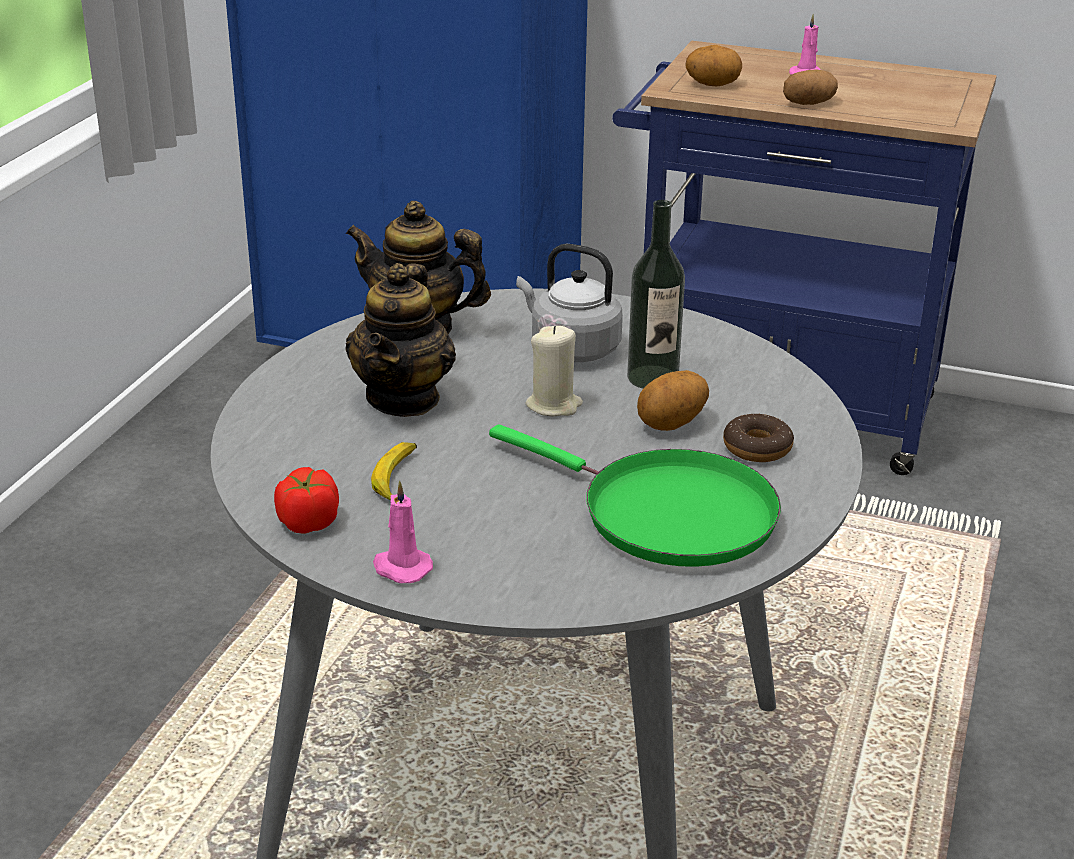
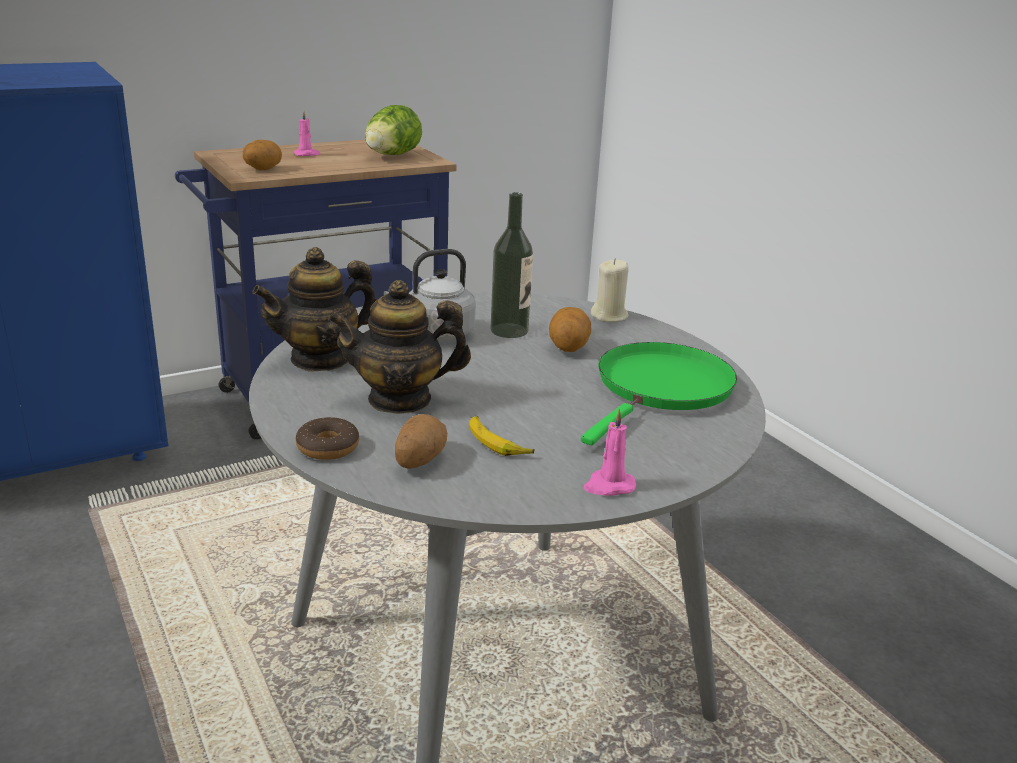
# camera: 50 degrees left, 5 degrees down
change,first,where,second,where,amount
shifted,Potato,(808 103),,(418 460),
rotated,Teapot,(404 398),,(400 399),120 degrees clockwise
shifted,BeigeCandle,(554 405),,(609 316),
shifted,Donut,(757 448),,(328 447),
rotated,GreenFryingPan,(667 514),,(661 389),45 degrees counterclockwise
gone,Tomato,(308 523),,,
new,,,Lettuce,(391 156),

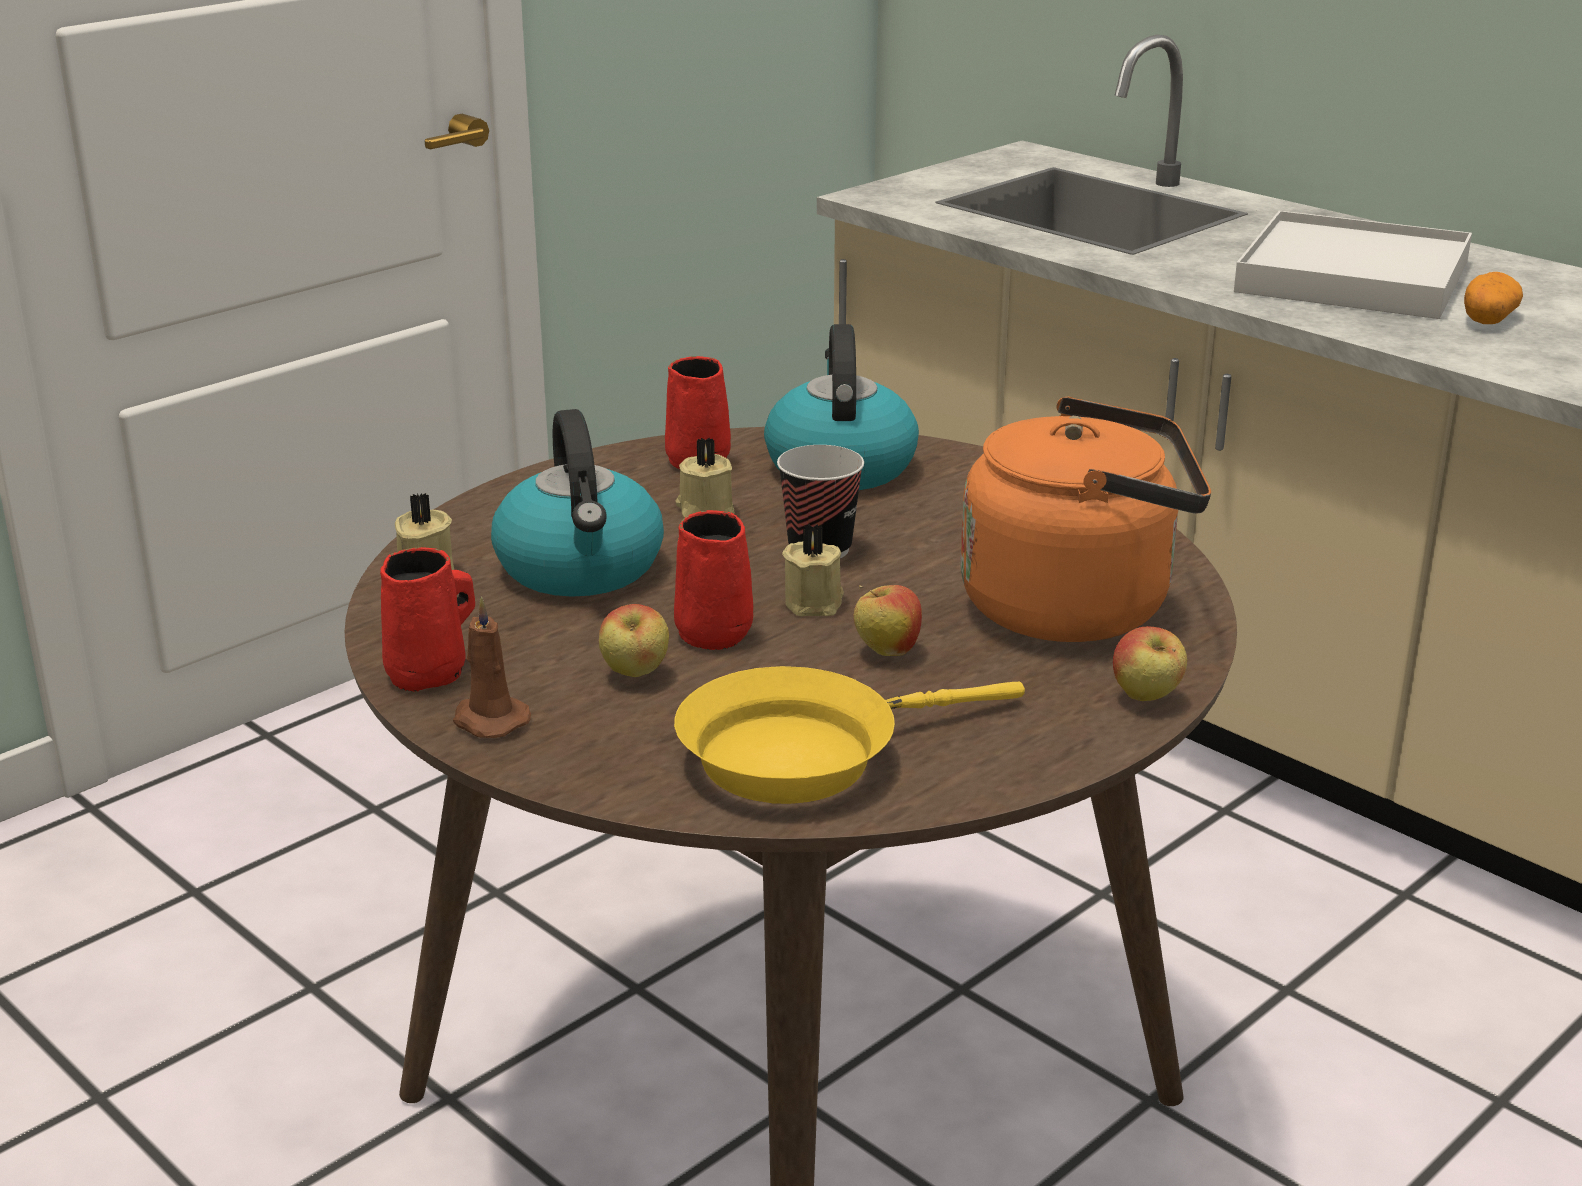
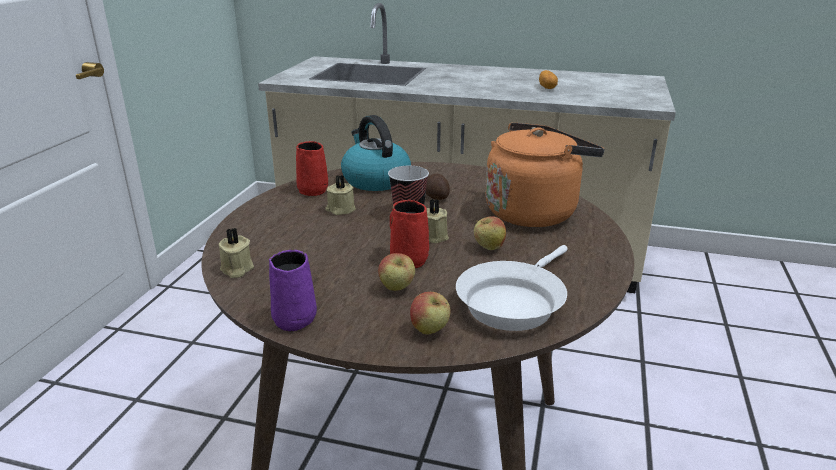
# camera: 30 degrees left, 0 degrees up
change,first,where,second,where,amount
gone,WhiteTray,(1352 276),,,
gone,Kettle,(581 568),,,
repainted,RedMug,(430 673),PurpleMug,(296 318),
gone,BrownCandle,(488 720),,,
shifted,Apple,(1146 698),,(430 331),
repainted,YellowFryingPan,(804 754),WhiteFryingPan,(513 302),
new,,,Potato,(435 196),

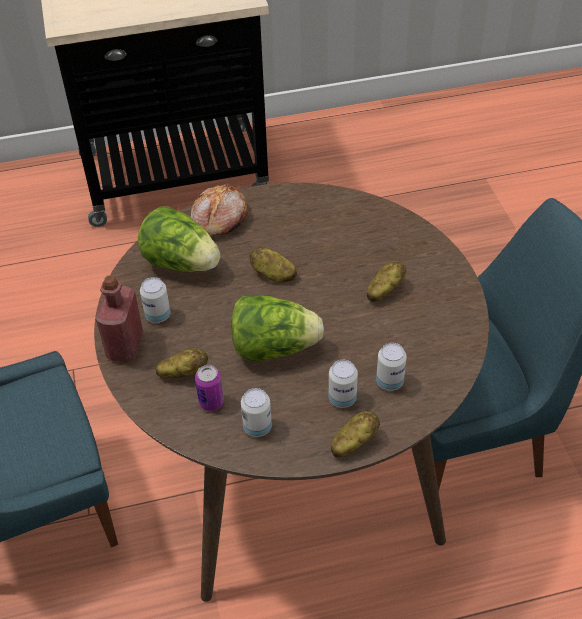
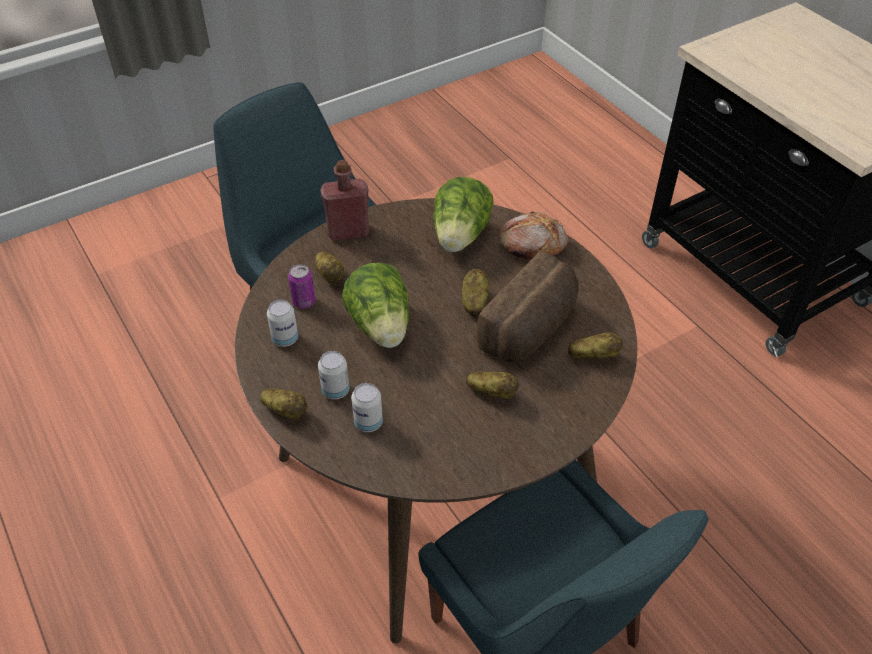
# camera: 70 degrees right, 0 degrees up
change,first,where,second,where,amount
gone,Can,(158 315),,,
new,,,Bread,(531 329),
new,,,Potato,(593 355),

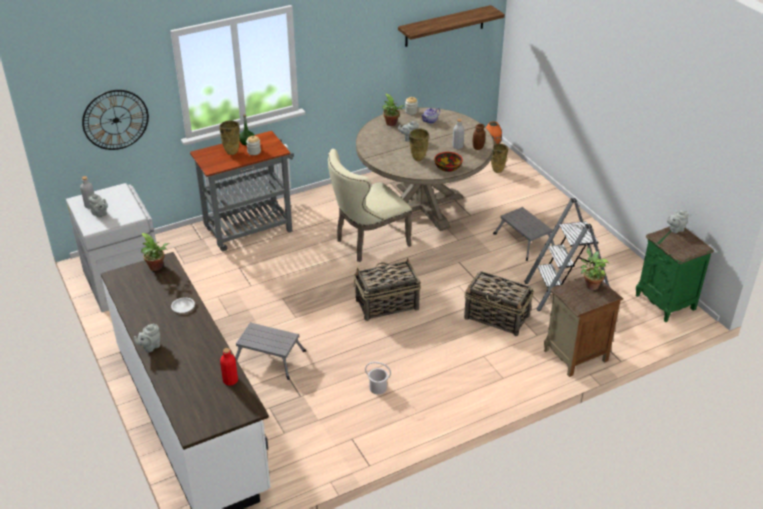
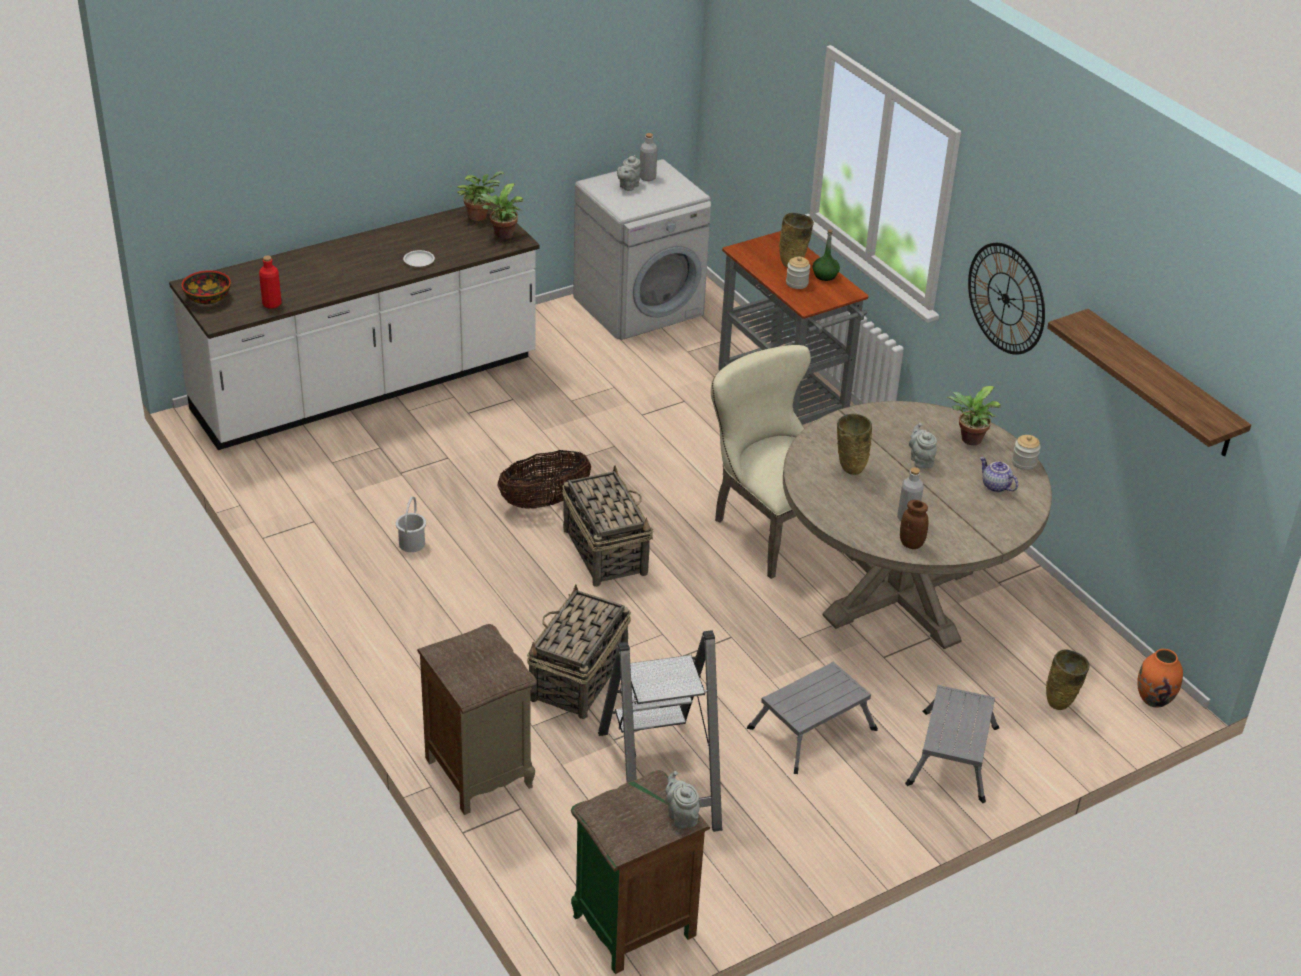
# camera: 85 degrees right, 0 degrees up
change,first,where,second,where,amount
shifted,WallClock,(115 120),,(1006 298),
shifted,Bowl,(448 168),,(207 298),
shifted,PottedPlant,(590 285),,(479 215),
shifted,GreyStepLadder,(269 358),,(953 756),
gone,GreyTeapot,(150 347),,,
new,,,Basket,(544 501),

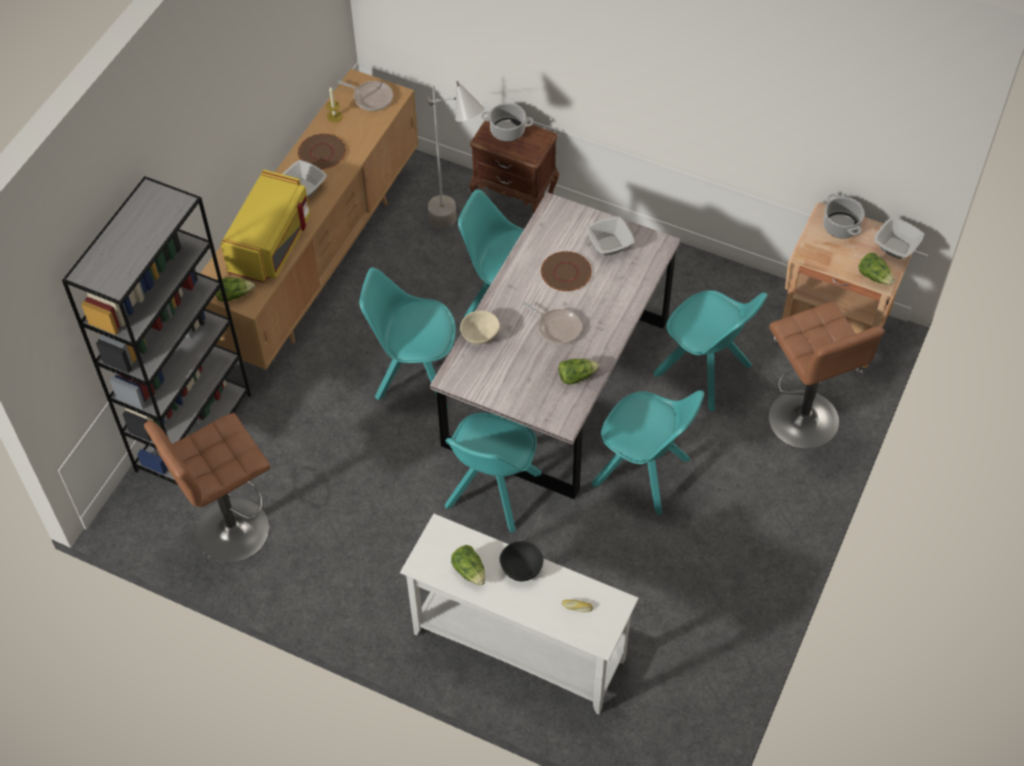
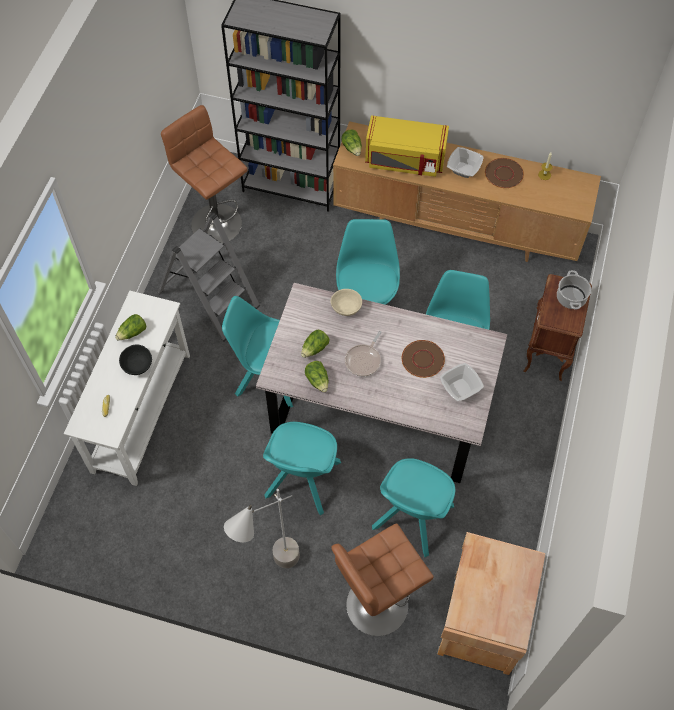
# camera: 80 degrees right, 5 degrees up
change,first,where,second,where,amount
gone,FryingPan,(371 98),,,
shifted,GreyFloorLamp,(458 231),,(271 572),
gone,CookingPot,(840 226),,,
gone,Bowl,(895 247),,,
shifted,Lettuce,(874 276),,(315 348),
new,,,GreyStepLadder,(207 298),

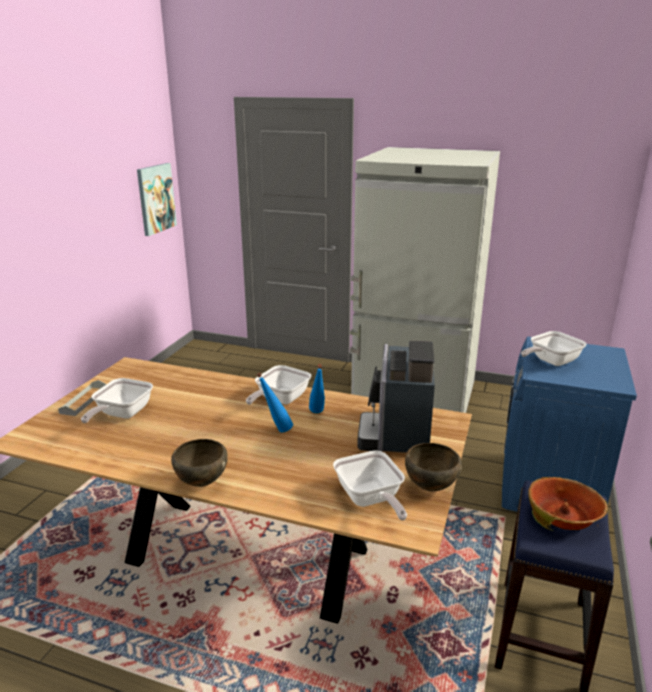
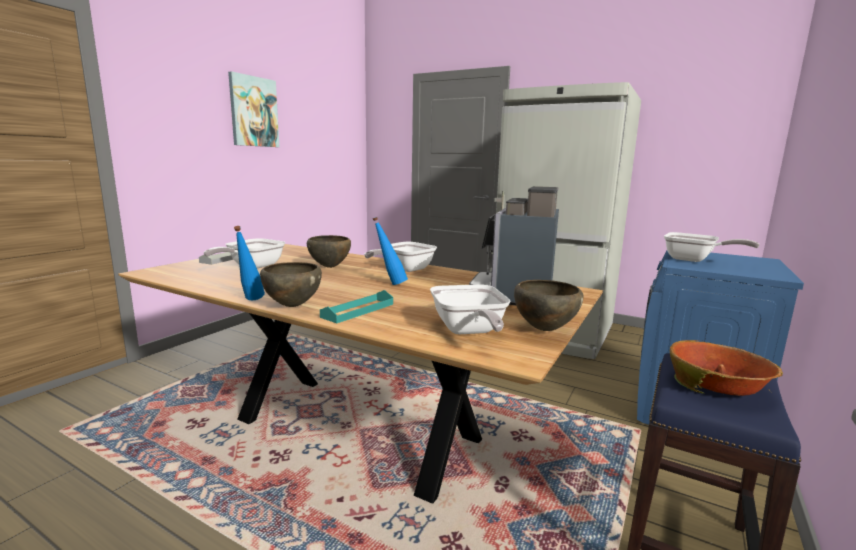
# camera: 10 degrees right, 10 degrees down
change,first,where,second,where,amount
shifted,Picture,(156 198),,(253 112),
rotated,FryingPan,(550 362),,(694 260),120 degrees counterclockwise
shifted,BlueBottle,(317 414),,(250 301),
new,,,BrownBowl,(330 267),
new,,,TurquoiseTray,(358 310),

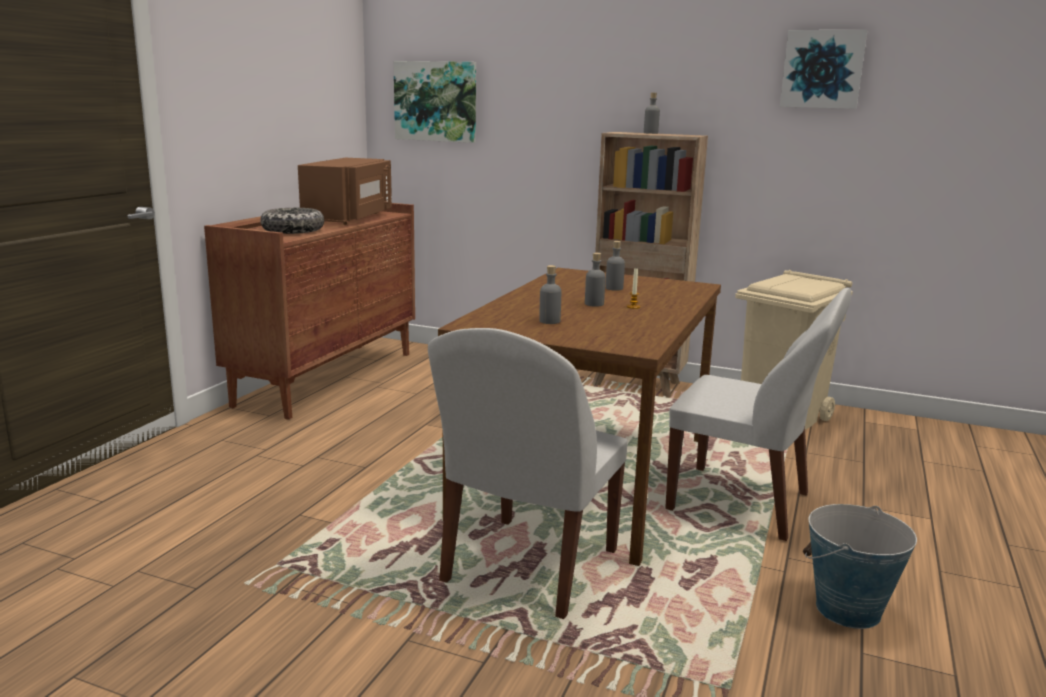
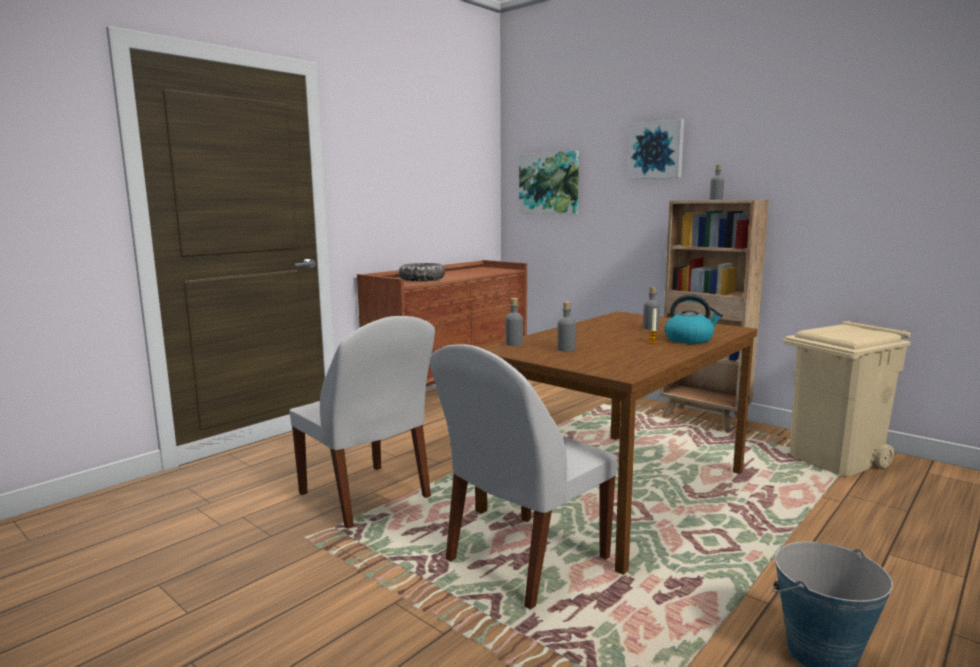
# camera: 20 degrees right, 5 degrees down
change,first,where,second,where,amount
shifted,Picture,(822 69),,(656 150),
gone,BrownMicrowave,(350 218),,,
shifted,GreyBottle,(594 304),,(514 343),
shifted,WhiteChair,(743 503),,(366 497),
new,,,Kettle,(689 339),

